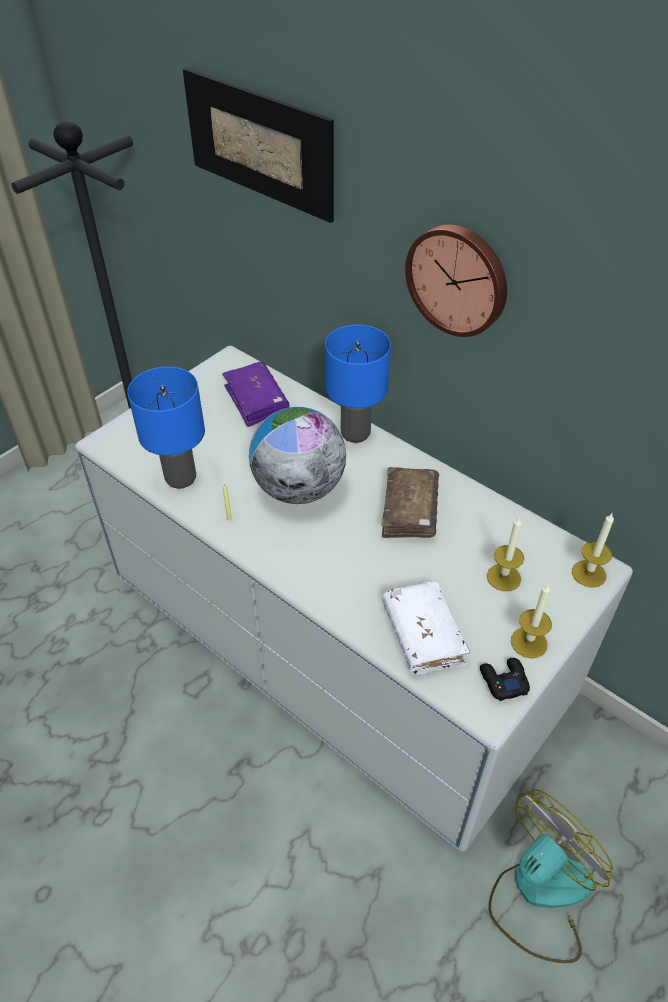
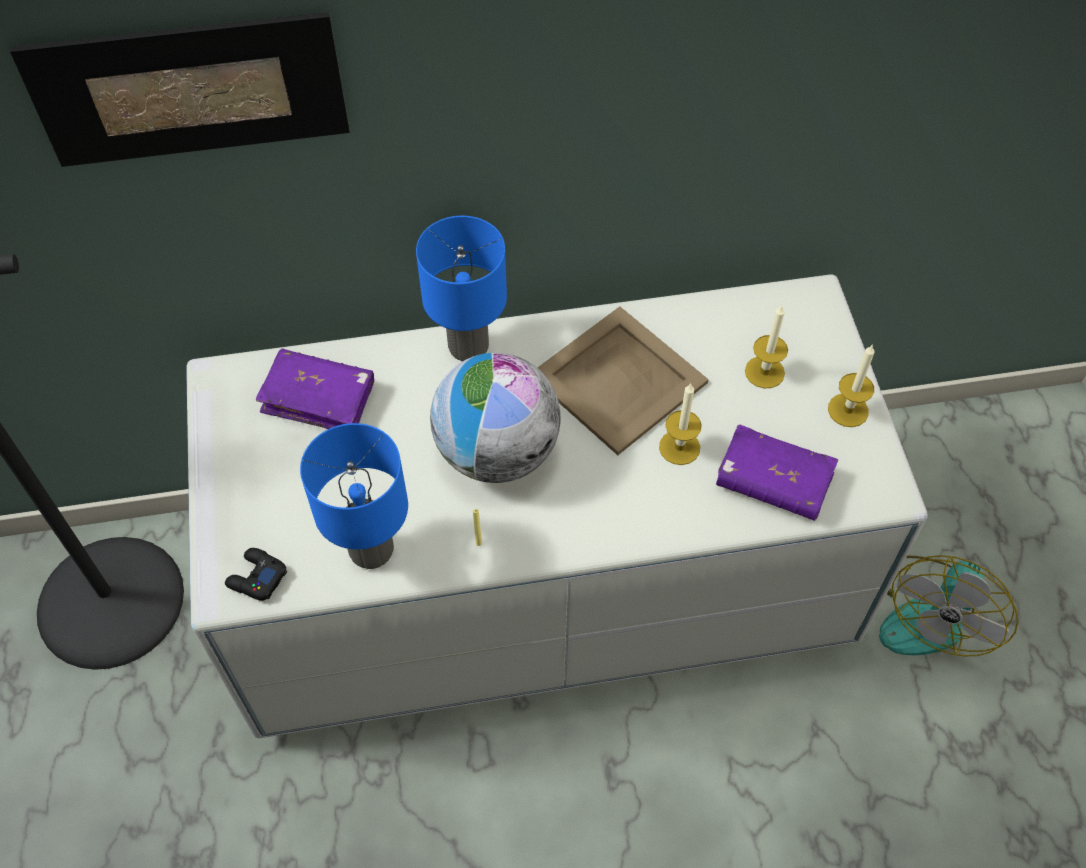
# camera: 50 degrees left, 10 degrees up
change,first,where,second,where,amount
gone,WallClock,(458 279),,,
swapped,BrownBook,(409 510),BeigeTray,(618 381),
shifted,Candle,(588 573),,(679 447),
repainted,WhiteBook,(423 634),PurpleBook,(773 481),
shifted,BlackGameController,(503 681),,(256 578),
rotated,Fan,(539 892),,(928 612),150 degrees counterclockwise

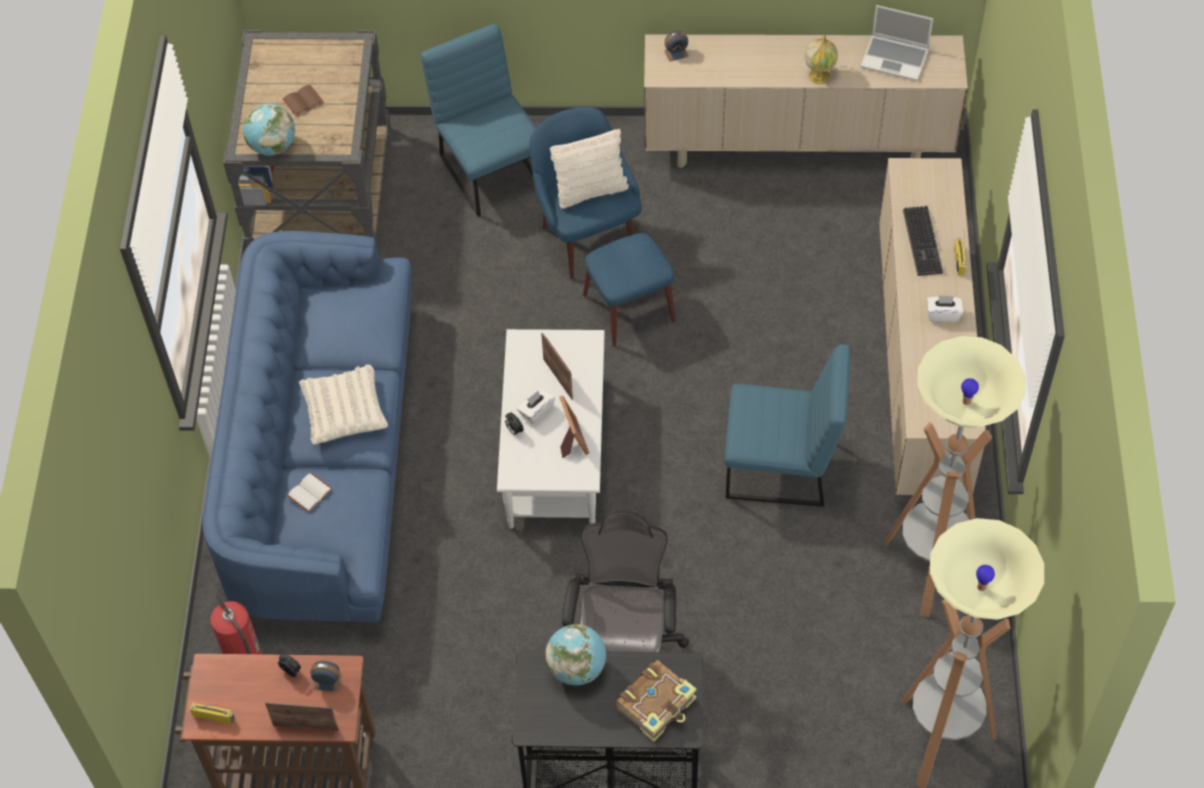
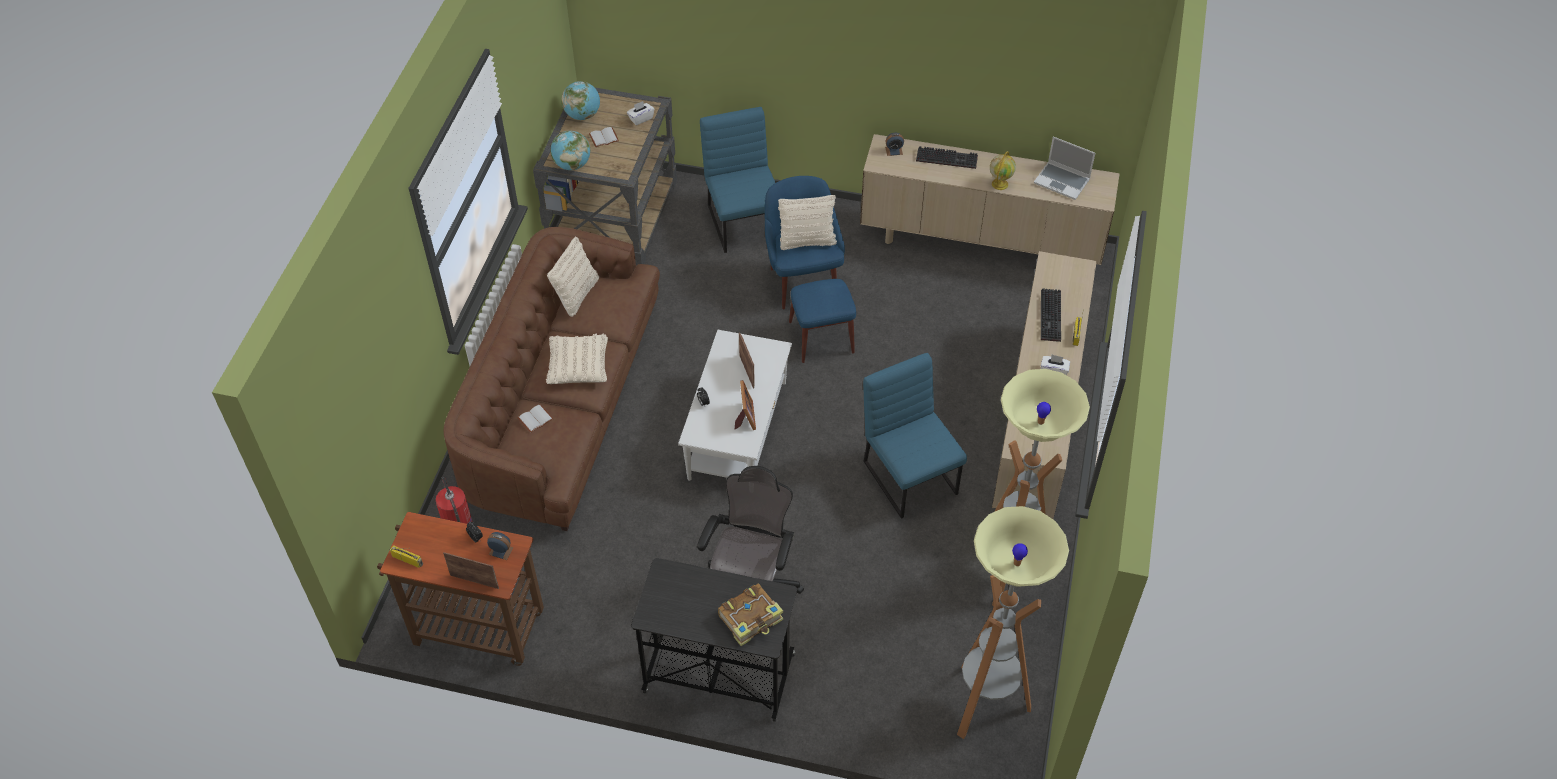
# camera: 10 degrees right, 5 degrees down
change,first,where,second,where,amount
repainted,BrownBook,(303 100),WhiteBook,(604 137),
repainted,BlueSofa,(324 459),BrownSofa,(562 404),
rotated,BlueChair,(781 468),,(909 475),135 degrees counterclockwise
shifted,WhiteTissueBox,(536 411),,(641 118),
shifted,Globe,(577 668),,(582 115),
new,,,Keyboard,(948 158),
new,,,BeigePillow,(576 295),

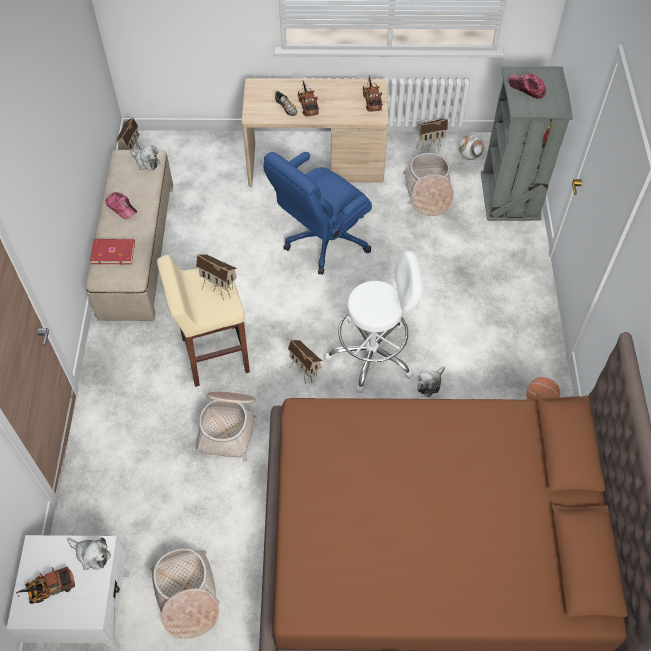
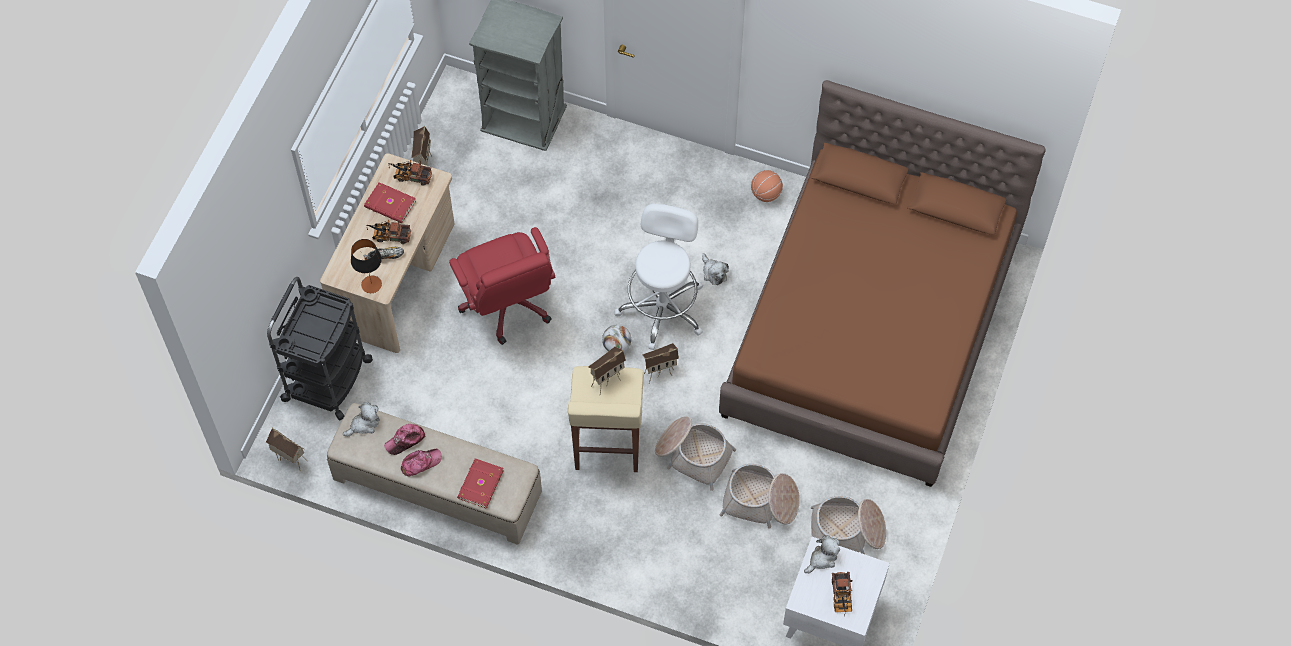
# camera: 70 degrees left, 5 degrees up
change,first,where,second,where,amount
shifted,Cap,(527 88),,(405 440),
shifted,Football,(469 156),,(616 346),
repainted,BlueOfficeChair,(321 243),RedOfficeChair,(508 308),
shifted,Basket,(428 193),,(760 502),
new,,,RedBook,(390 205),
new,,,TableLamp,(371 284),
new,,,BlackCart,(328 380),

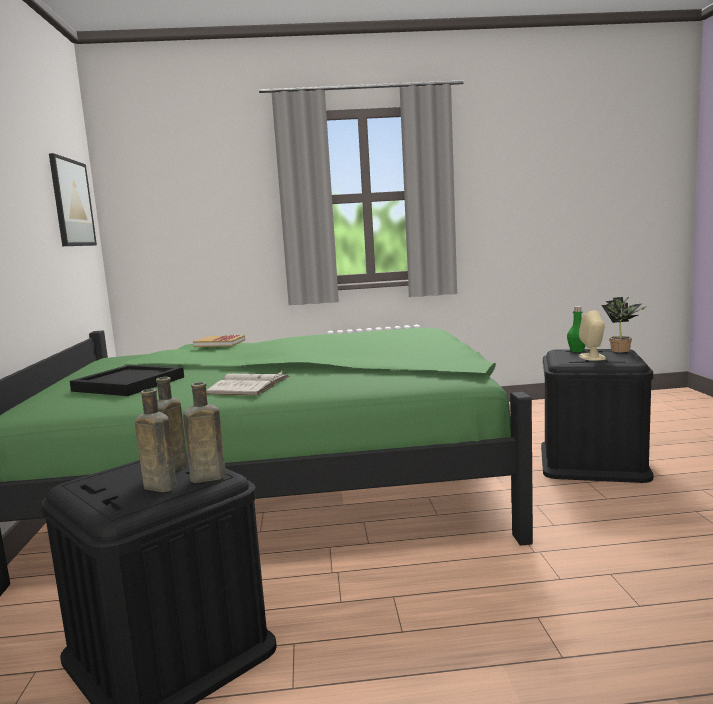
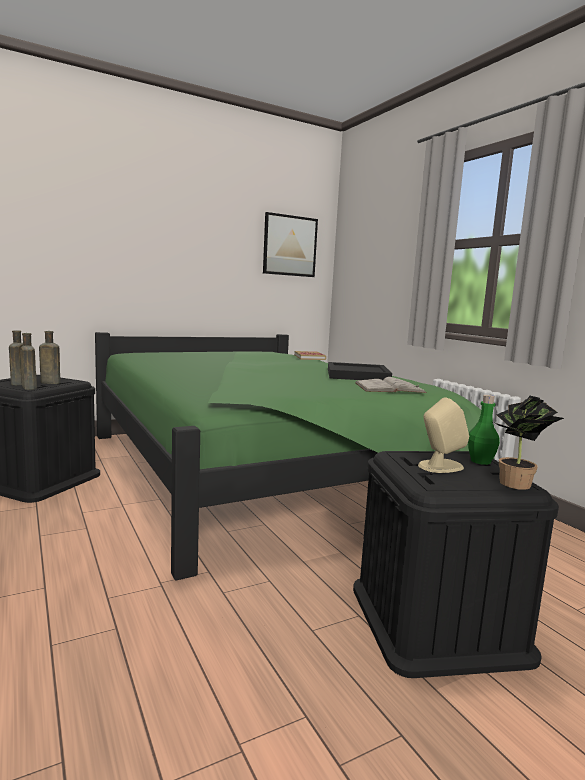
# camera: 65 degrees right, 0 degrees up
change,first,where,second,where,amount
shifted,BlackTray,(129 384),,(357 375),
shifted,WhiteBook,(248 385),,(389 388),

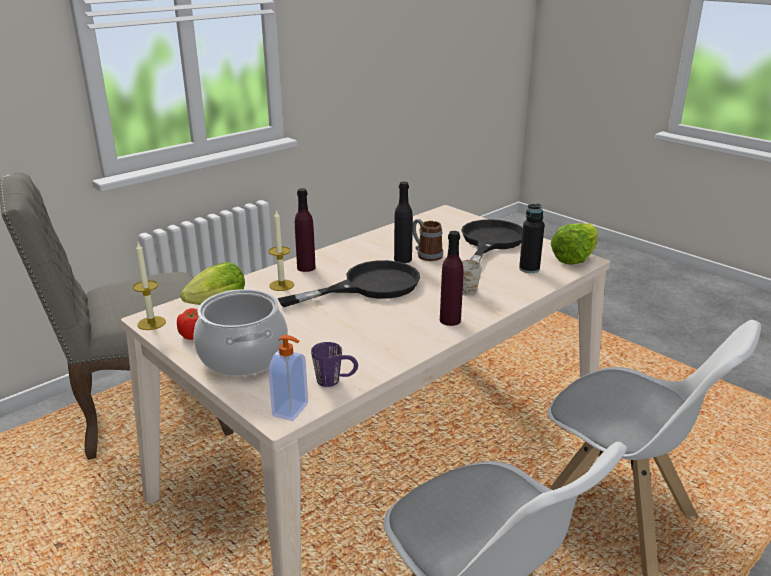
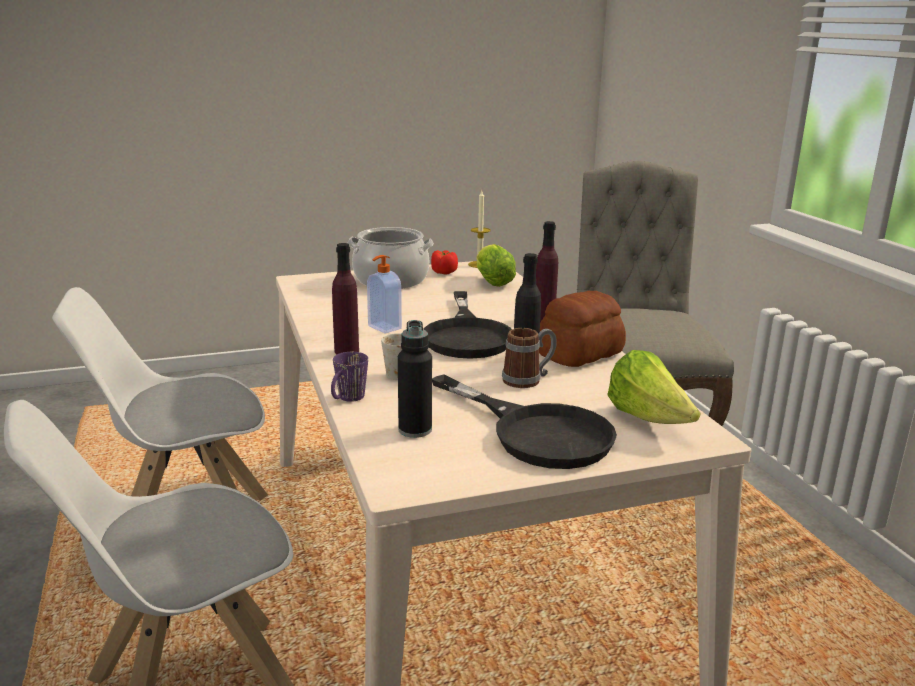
# camera: 115 degrees right, 5 degrees down
change,first,where,second,where,amount
gone,Candle,(281 285),,,
shifted,Lettuce,(574 258),,(648 419),
shifted,SoapDispenser,(291 410),,(383 328),
shifted,PurpleMug,(335 380),,(347 399),
new,,,Bread,(578 354),

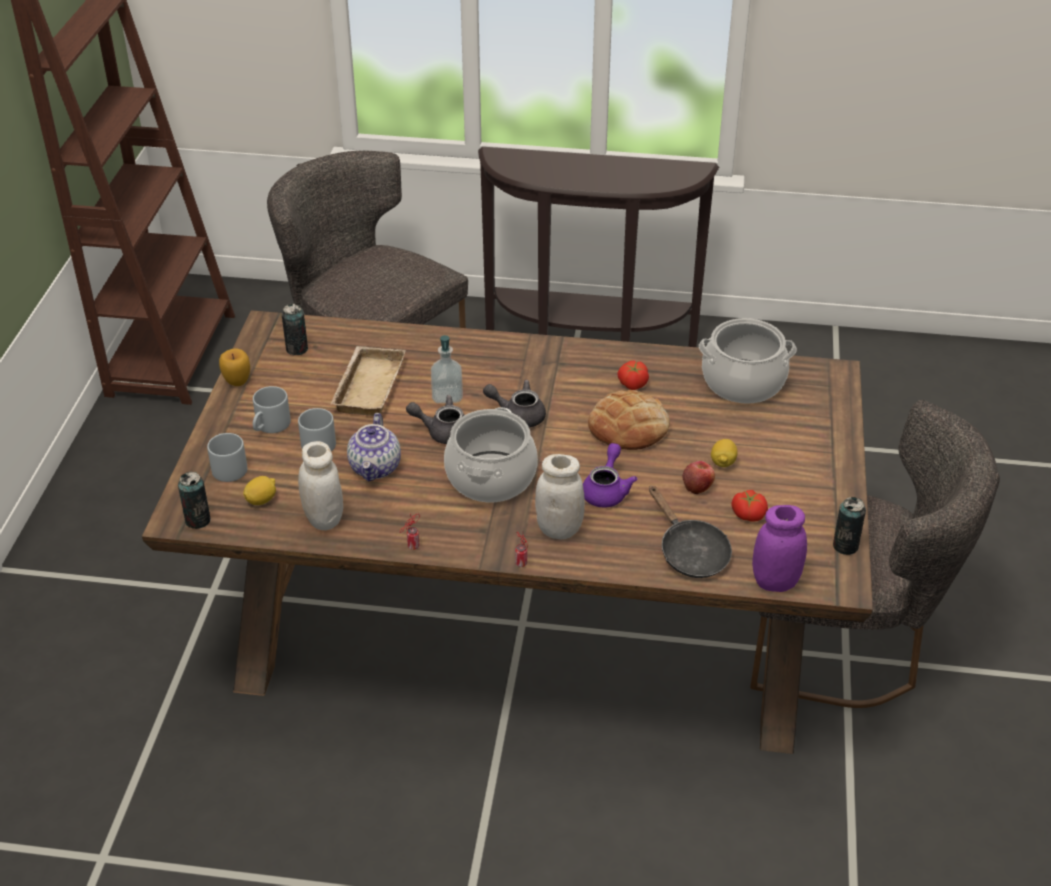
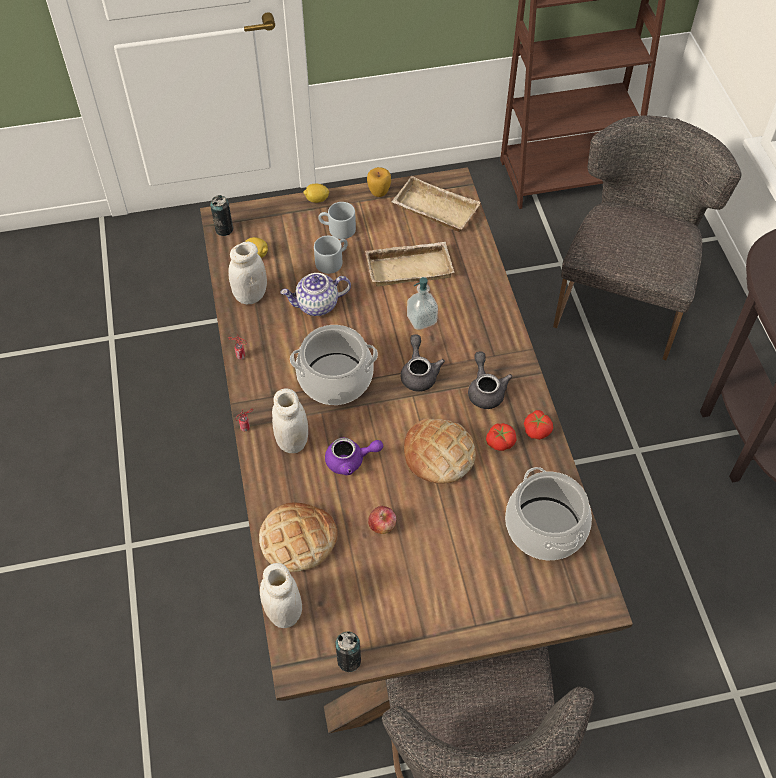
# camera: 70 degrees right, 15 degrees up
change,first,where,second,where,amount
swapped,Can,(297 349),BeigeTray,(433 210),
shifted,GreyTeapot,(443 431),,(485 390),
gone,GreyMug,(227 466),,,
shifted,Lemon,(723 462),,(317 199),
swapped,BlackFryingPan,(690 552),Bread,(298 540),
shifted,Tomato,(748 514),,(537 430),
repainted,PurpleJar,(775 582),WhiteJar,(283 612),

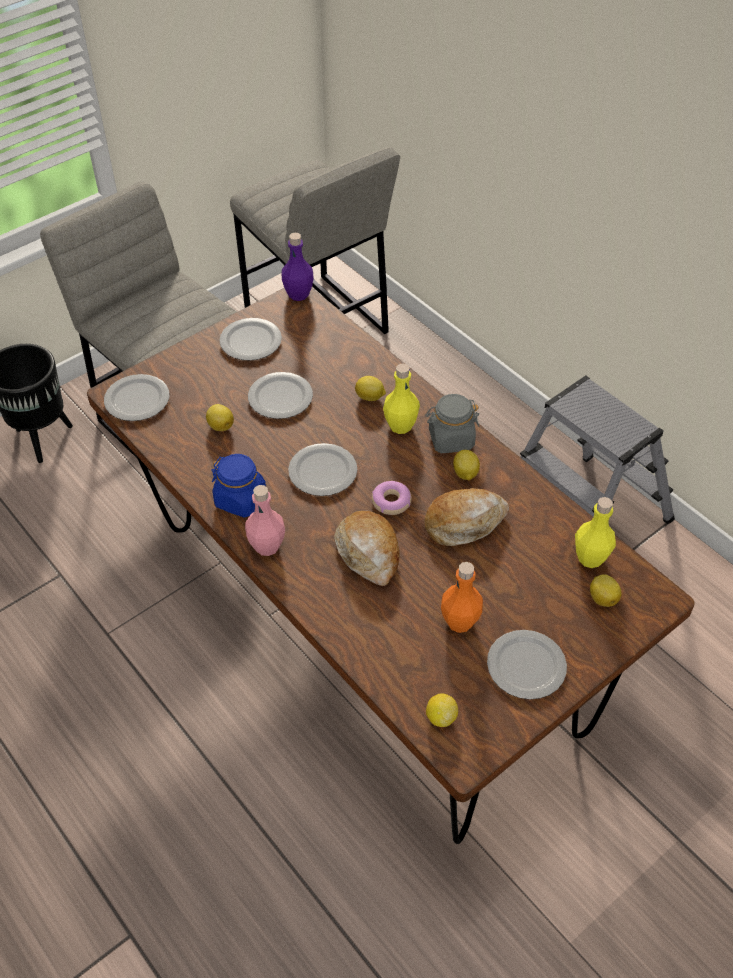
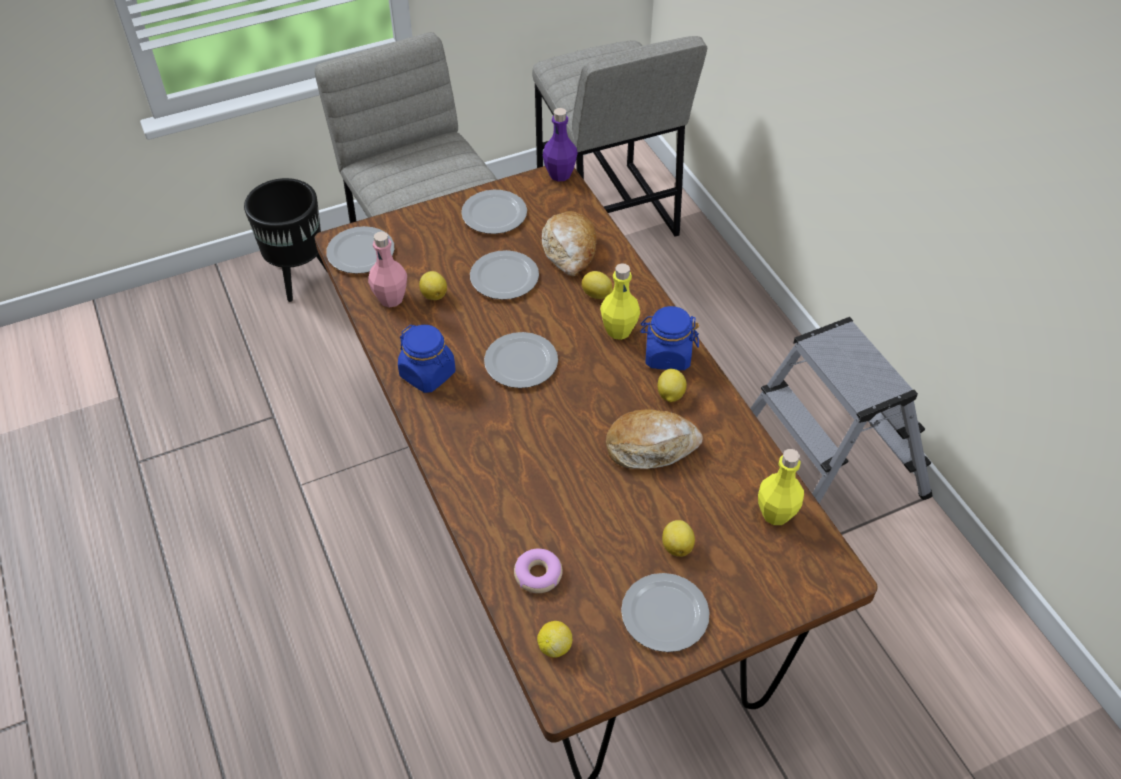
# camera: 15 degrees right, 0 degrees up
change,first,where,second,where,amount
repainted,GreyJar,(450 439),BlueJar,(667 355),
shifted,Donut,(391 501),,(538 574),
shifted,PinkBottle,(267 546),,(391 299),
shifted,Bread,(369 553),,(569 251),
gone,OrangeBottle,(459 622),,,
shifted,Lemon,(602 598),,(677 546),

